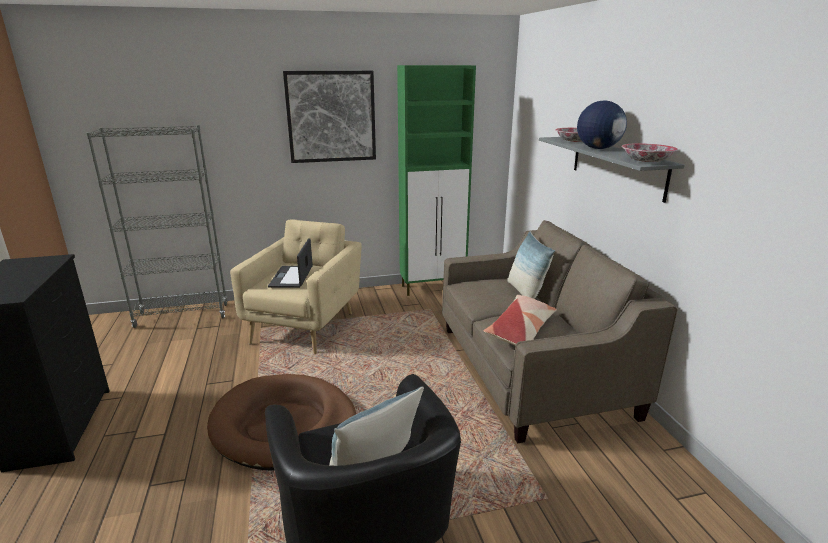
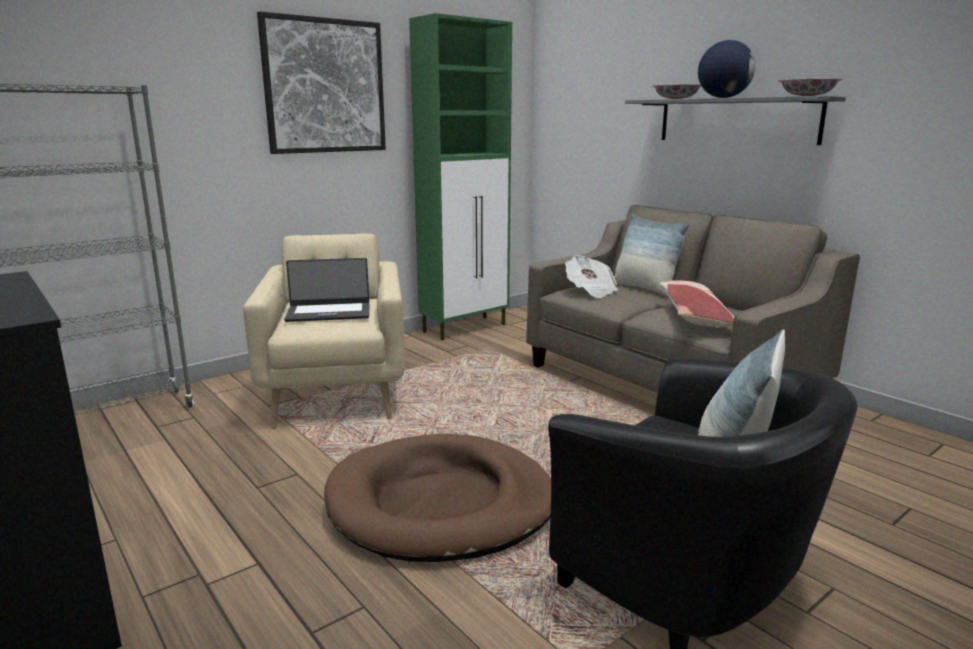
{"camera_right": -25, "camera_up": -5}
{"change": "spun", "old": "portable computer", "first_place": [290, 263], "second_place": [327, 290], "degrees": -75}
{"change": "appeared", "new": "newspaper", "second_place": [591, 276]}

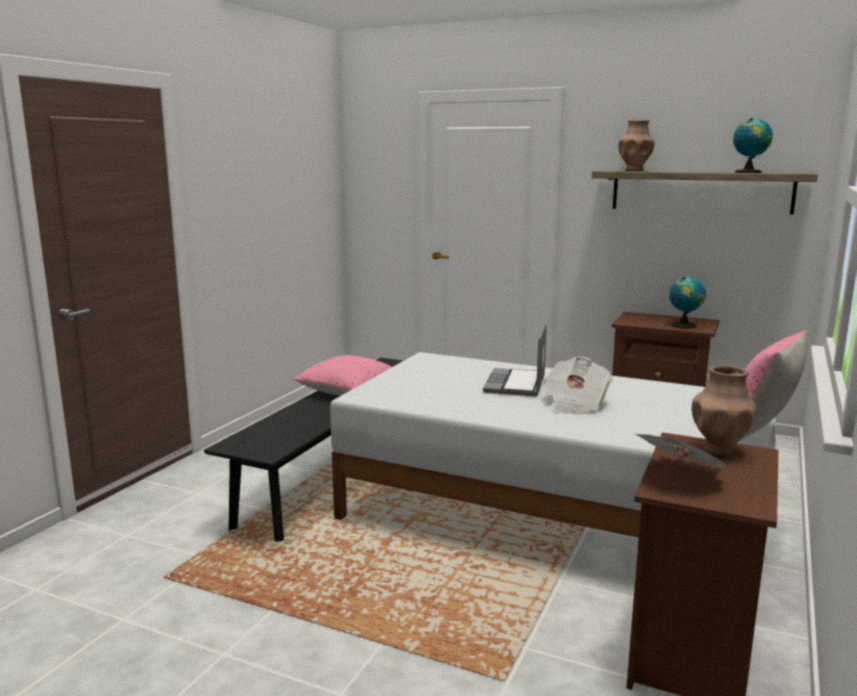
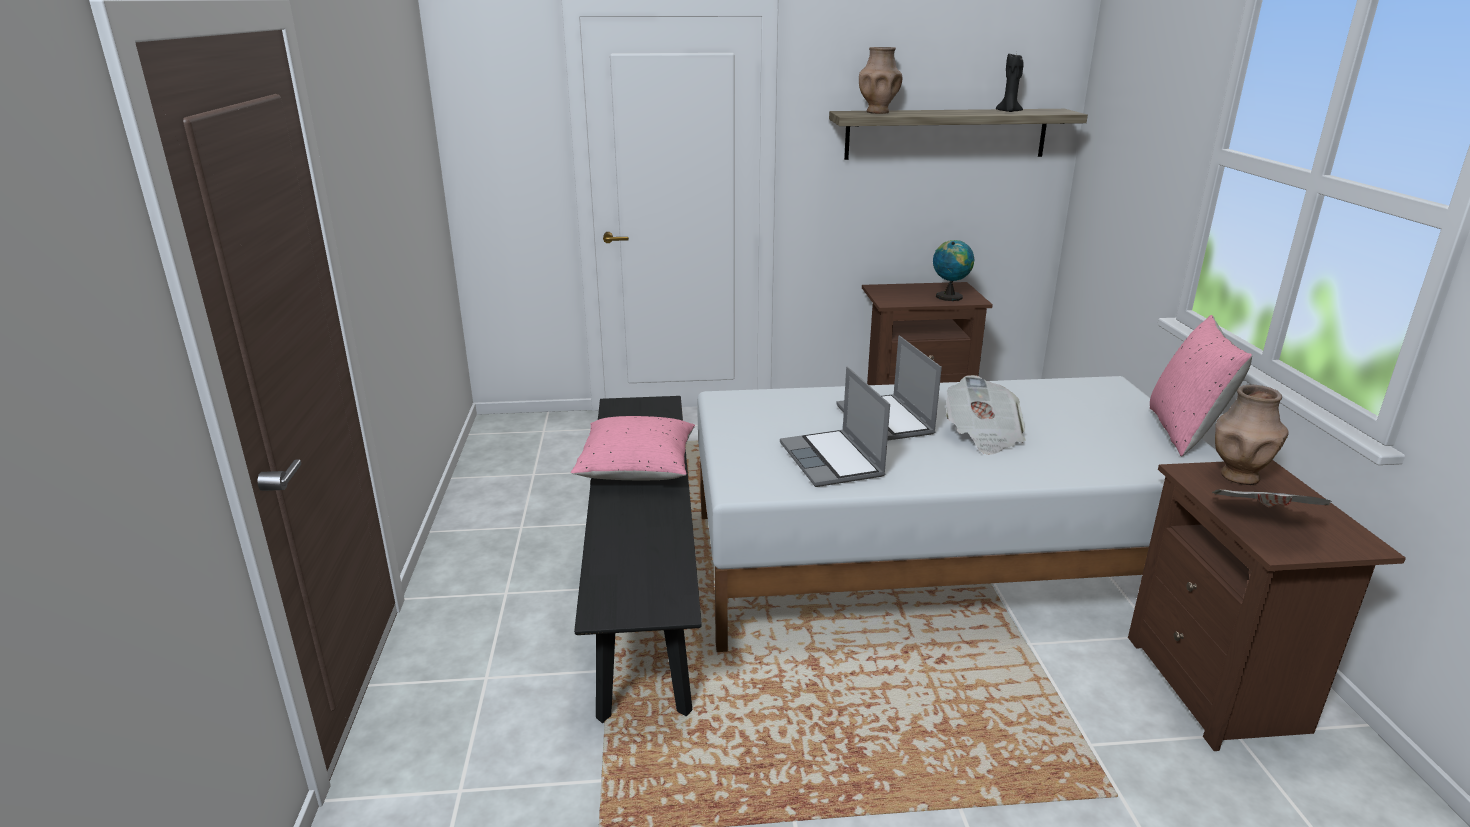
{"camera_right": -30, "camera_up": 10}
{"change": "appeared", "new": "portable computer", "second_place": [835, 427]}
{"change": "exchanged", "old": "world globe", "new": "wax candle/black-coloured", "first_place": [753, 145], "second_place": [1010, 82]}

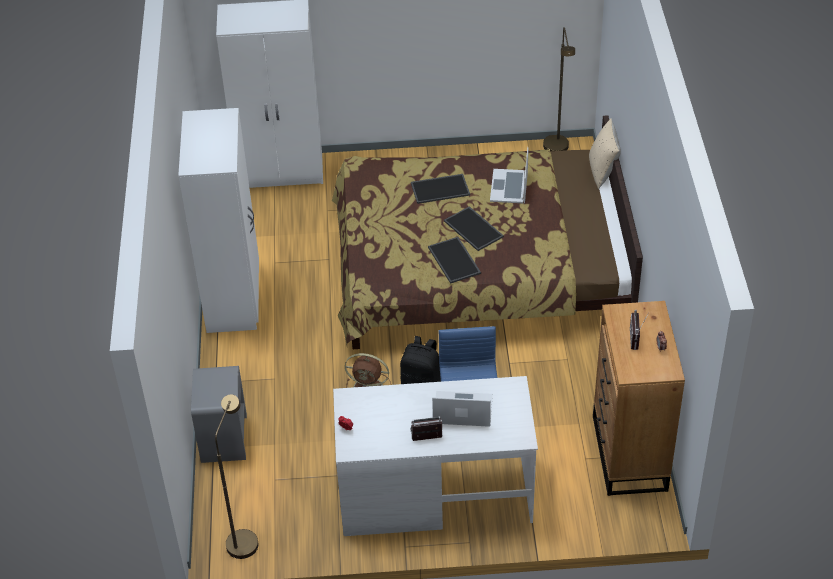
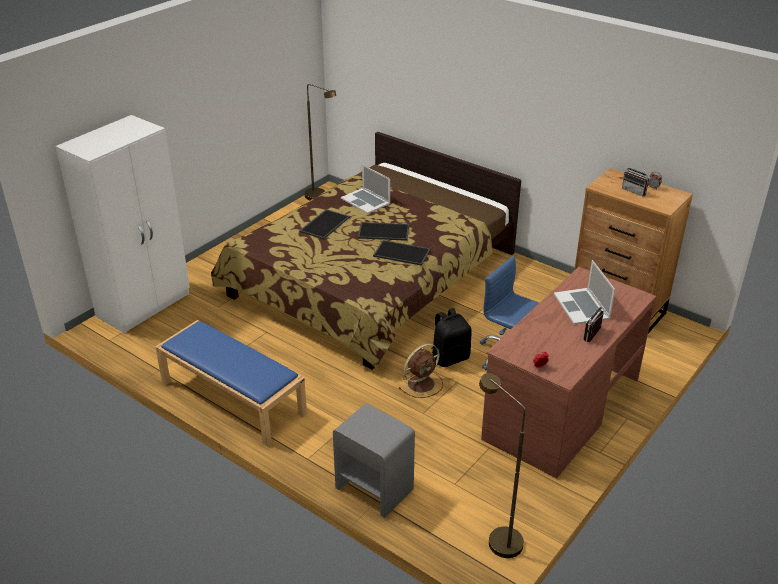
{"camera_right": -50, "camera_up": -10}
{"change": "exchanged", "old": "wardrobe/white", "new": "long seat/blue", "first_place": [218, 220], "second_place": [231, 383]}
{"change": "colour", "old": "desk unit/white", "new": "desk unit/brown-coloured", "first_place": [435, 456], "second_place": [568, 372]}
{"change": "spun", "old": "portable computer", "first_place": [462, 409], "second_place": [584, 292], "degrees": -60}
{"change": "missing", "old": "cushion/beige", "first_place": [605, 153]}

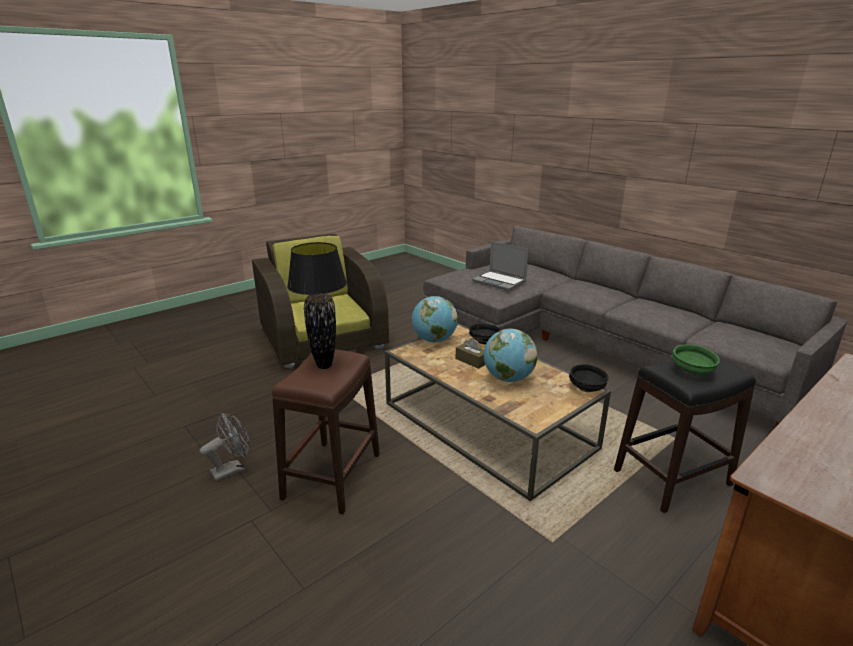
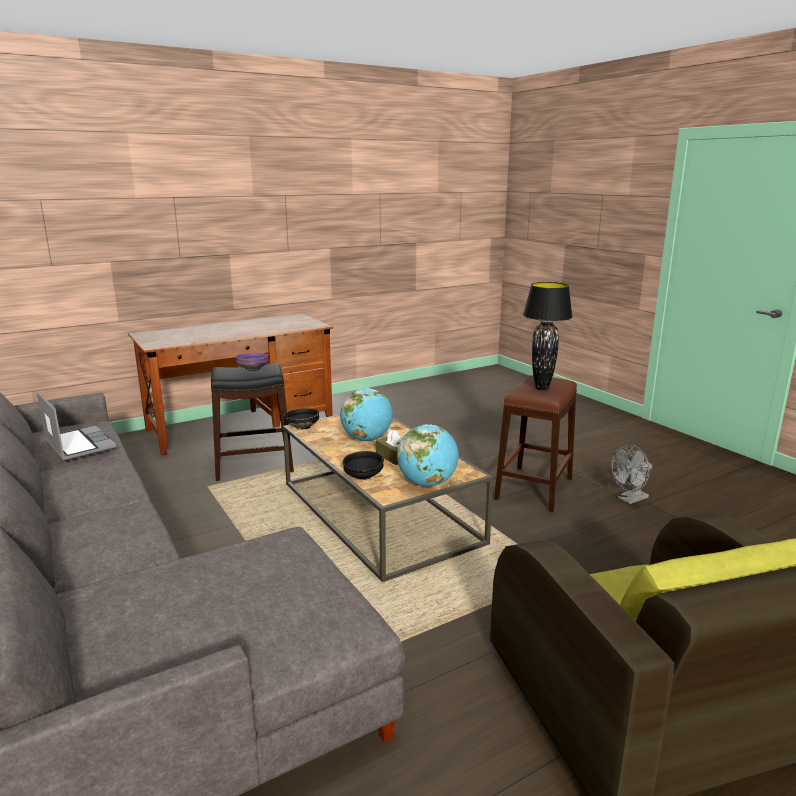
{"camera_right": -170, "camera_up": -5}
{"change": "relocated", "old": "portable computer", "first_place": [500, 266], "second_place": [76, 426]}
{"change": "colour", "old": "bowl/greenish", "new": "bowl/purplish", "first_place": [696, 360], "second_place": [252, 362]}

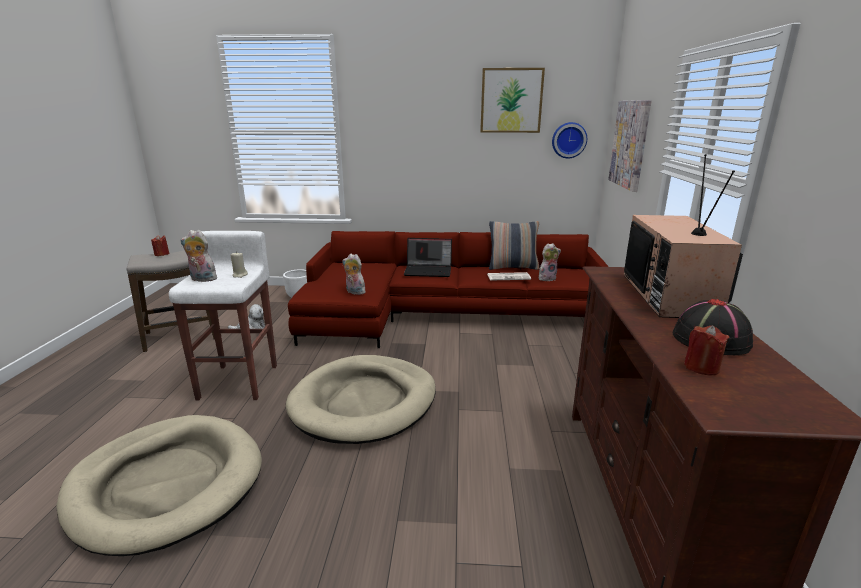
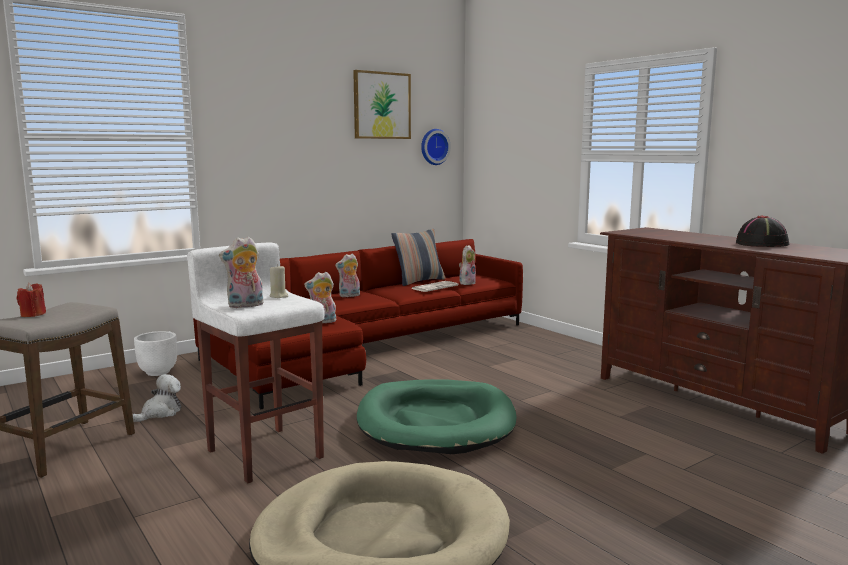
{"camera_right": -40, "camera_up": -10}
{"change": "exchanged", "old": "portable computer", "new": "soft toy", "first_place": [428, 257], "second_place": [347, 275]}
{"change": "colour", "old": "dog bed/beige", "new": "dog bed/greenish", "first_place": [361, 399], "second_place": [436, 416]}
{"change": "missing", "old": "wall picture", "first_place": [630, 146]}
{"change": "missing", "old": "TV", "first_place": [683, 236]}
{"change": "missing", "old": "wax candle/red-coloured", "first_place": [706, 350]}

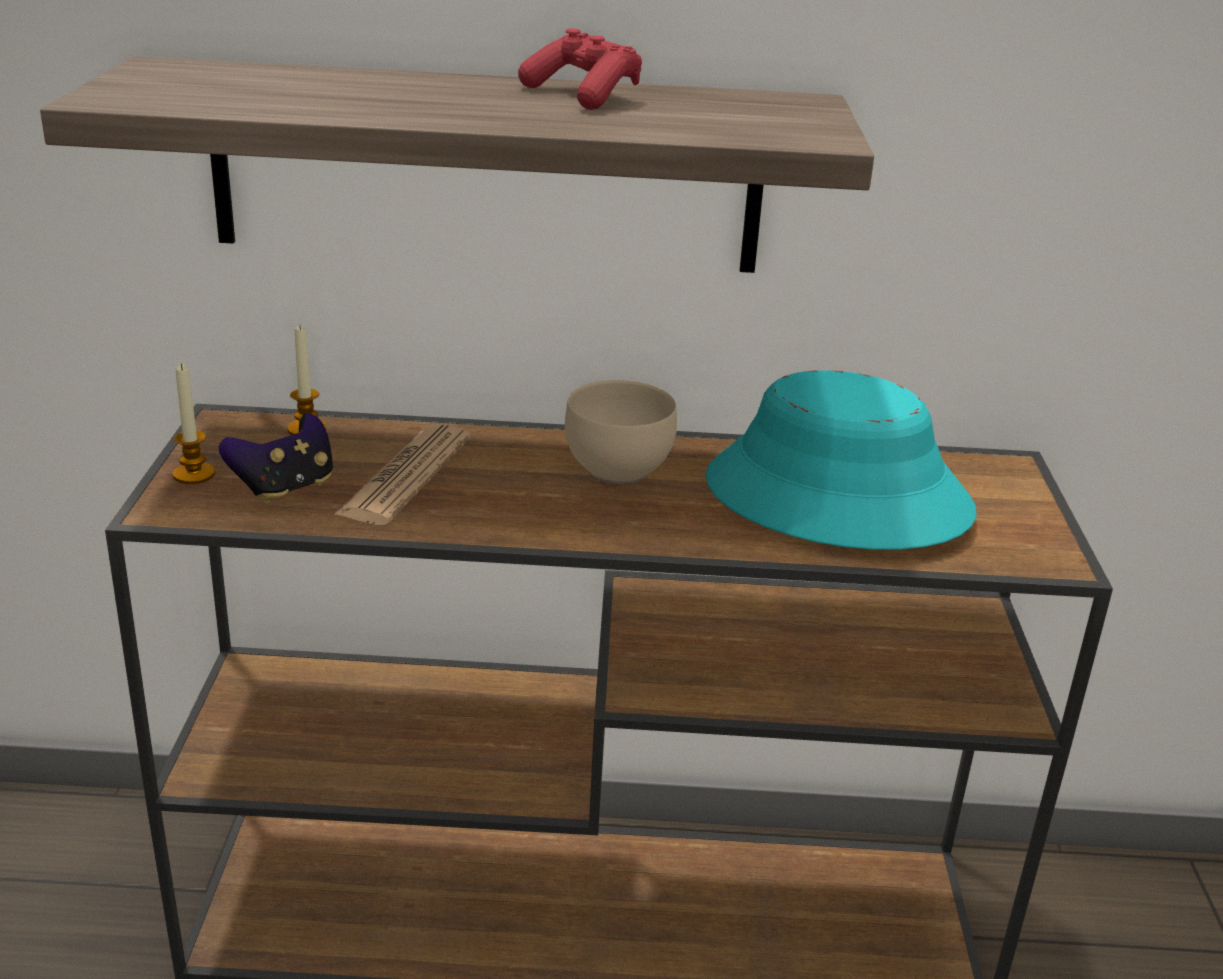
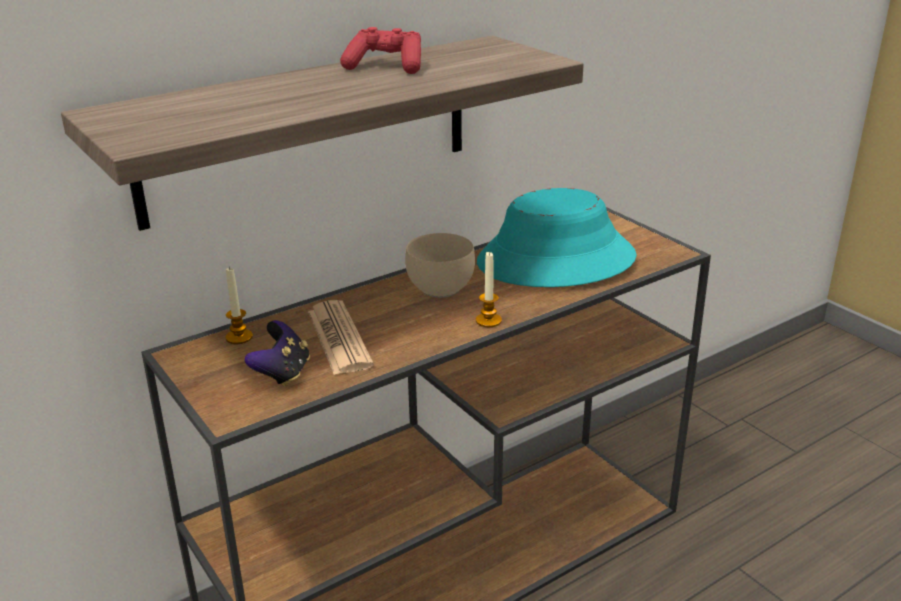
{"camera_right": -35, "camera_up": 0}
{"change": "relocated", "old": "wax candle", "first_place": [194, 423], "second_place": [489, 289]}

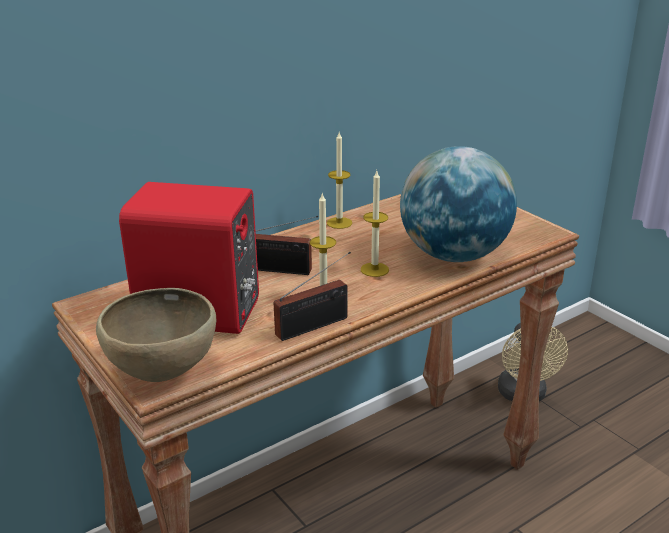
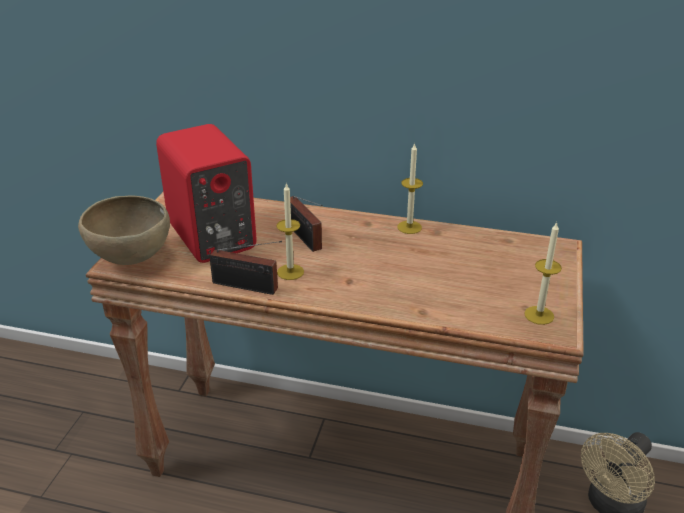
{"camera_right": 50, "camera_up": 5}
{"change": "relocated", "old": "wax candle", "first_place": [375, 224], "second_place": [543, 273]}
{"change": "missing", "old": "world globe", "first_place": [458, 204]}

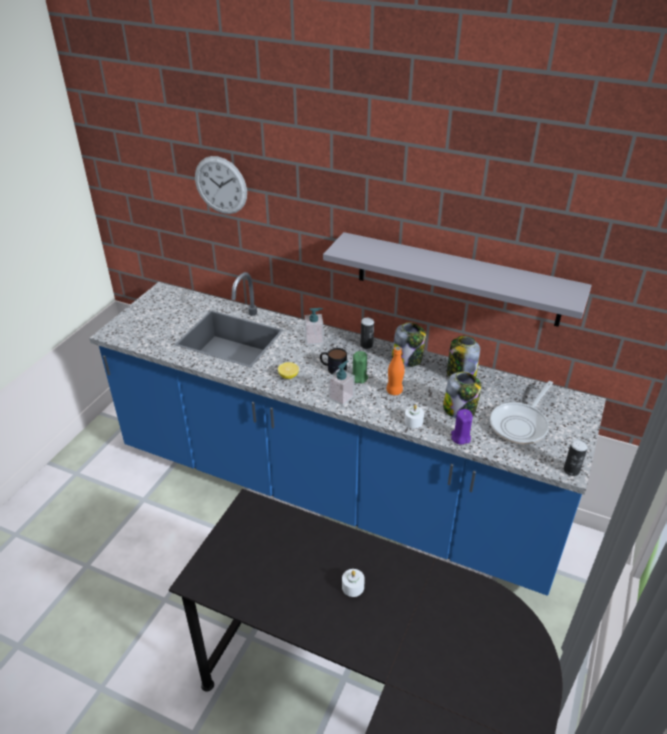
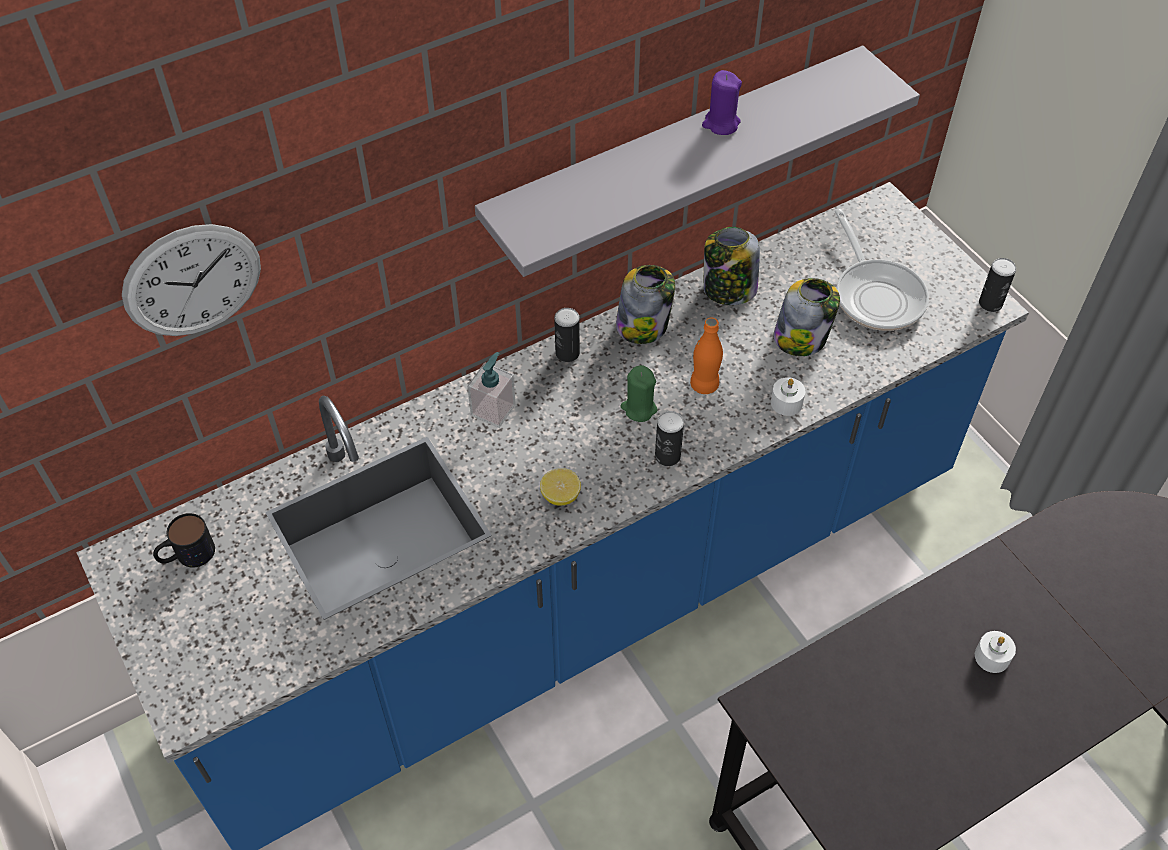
{"camera_right": -55, "camera_up": 15}
{"change": "relocated", "old": "coffee mug", "first_place": [333, 361], "second_place": [184, 540]}
{"change": "exchanged", "old": "soap dispenser", "new": "can", "first_place": [341, 383], "second_place": [669, 438]}
{"change": "relocated", "old": "wax candle/purplish", "first_place": [462, 427], "second_place": [722, 102]}

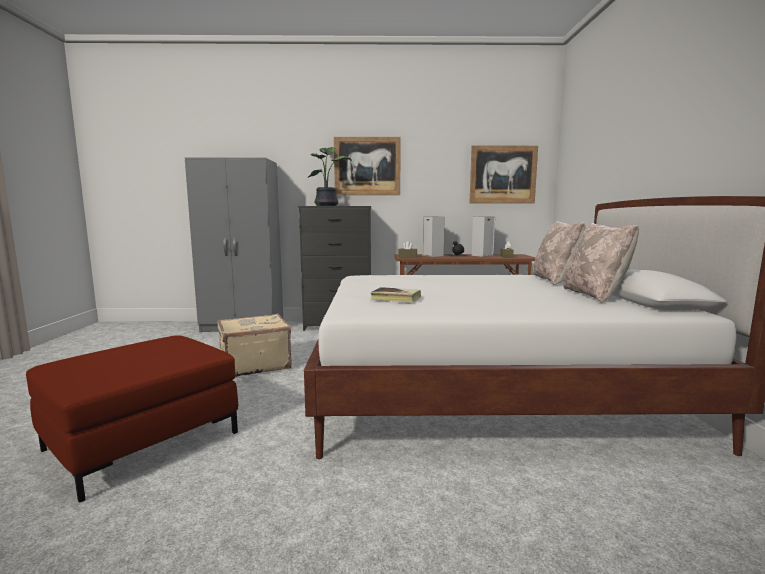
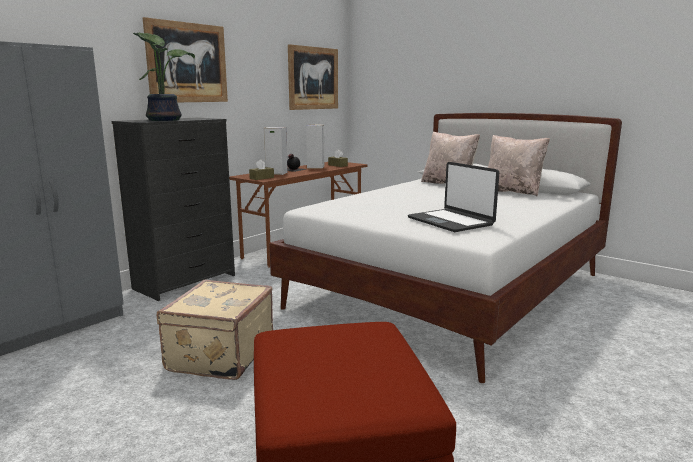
{"camera_right": -50, "camera_up": 5}
{"change": "exchanged", "old": "bound book", "new": "portable computer", "first_place": [396, 295], "second_place": [453, 197]}

